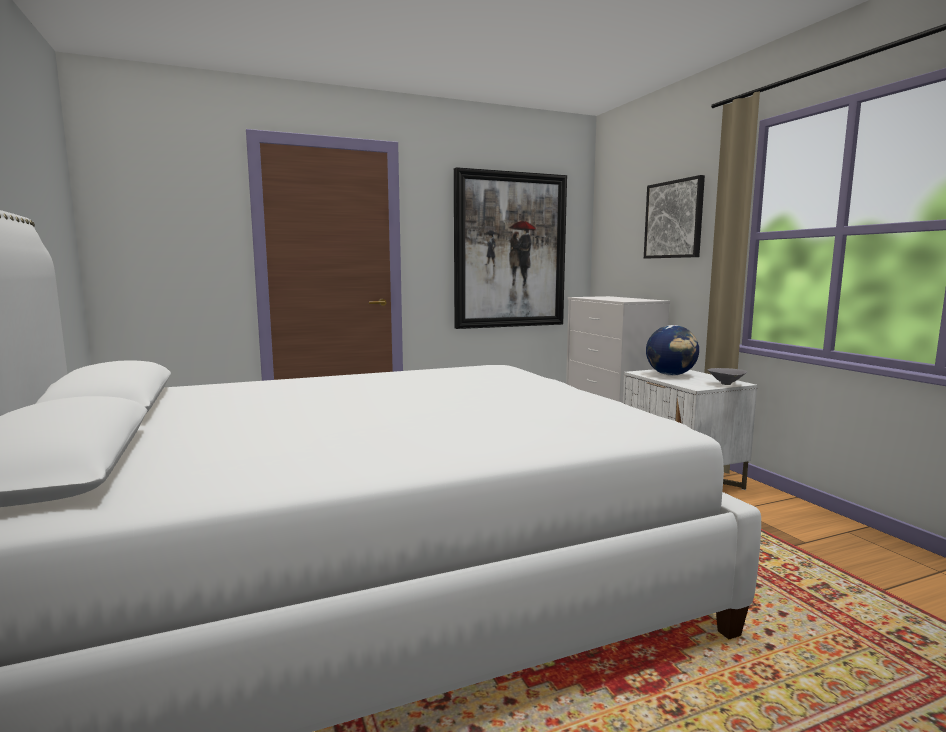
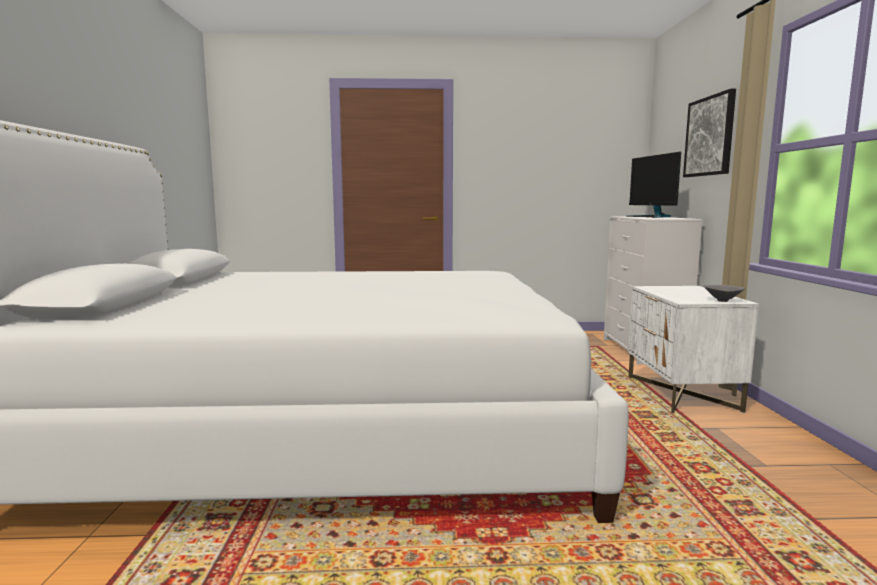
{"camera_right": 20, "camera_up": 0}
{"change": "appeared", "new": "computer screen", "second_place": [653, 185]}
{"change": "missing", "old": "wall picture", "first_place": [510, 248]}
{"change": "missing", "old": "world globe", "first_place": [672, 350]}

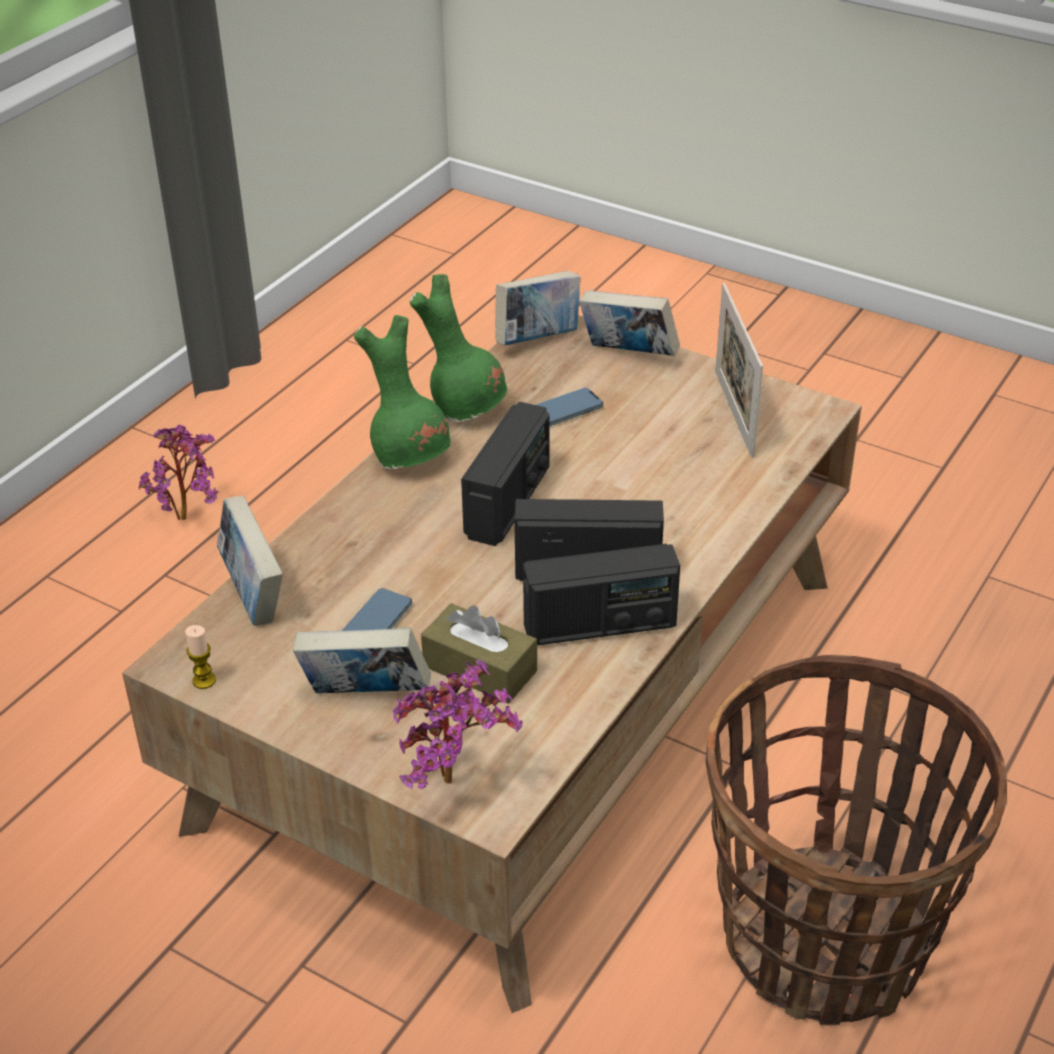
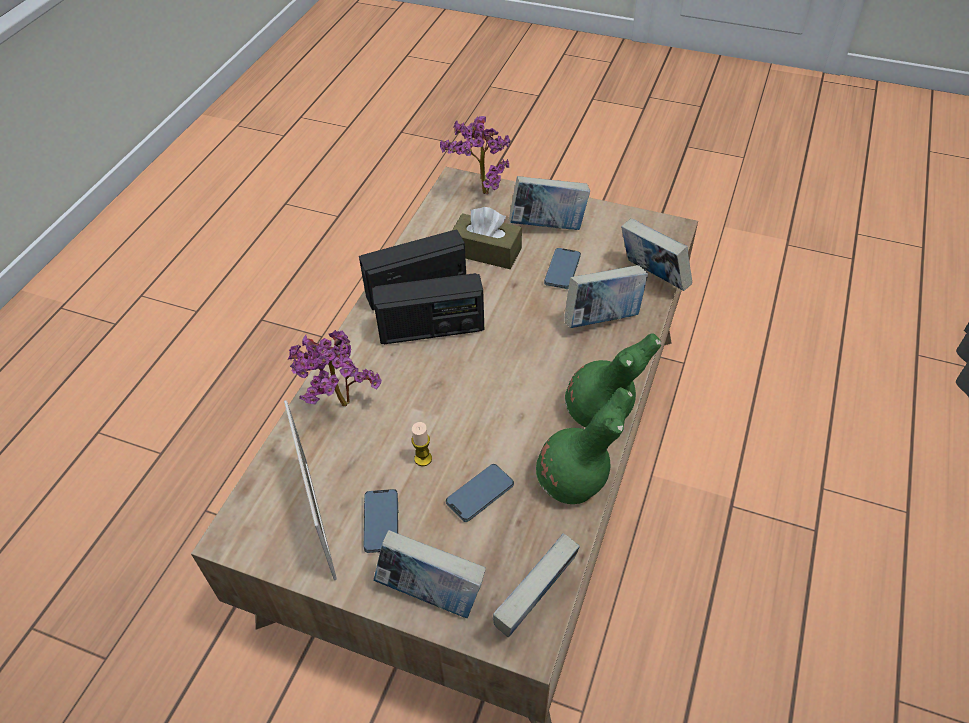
{"camera_right": 170, "camera_up": 10}
{"change": "relocated", "old": "houseplant", "first_place": [179, 472], "second_place": [335, 368]}
{"change": "appeared", "new": "handset", "second_place": [381, 521]}
{"change": "relocated", "old": "wax candle", "first_place": [200, 657], "second_place": [422, 444]}
{"change": "appeared", "new": "bound book", "second_place": [606, 296]}
{"change": "missing", "old": "radio receiver", "first_place": [505, 474]}
{"change": "missing", "old": "household basket", "first_place": [856, 840]}

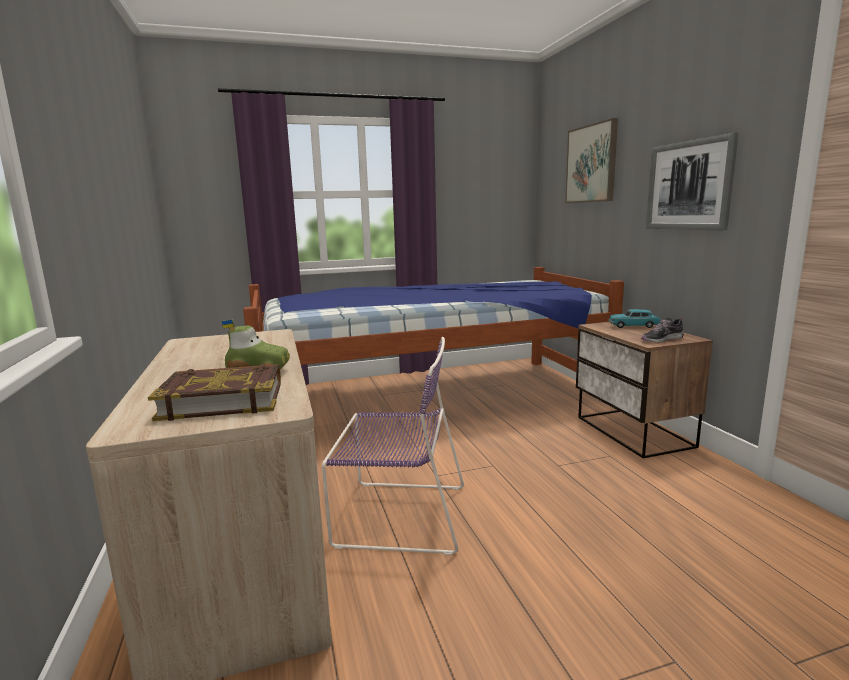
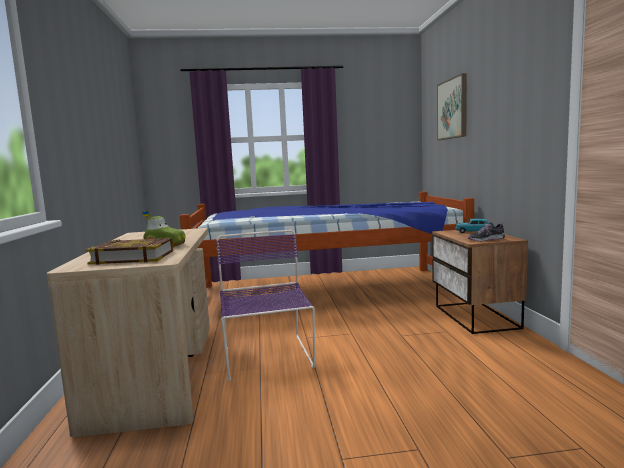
{"camera_right": 10, "camera_up": -5}
{"change": "spun", "old": "chair/purplish", "first_place": [393, 446], "second_place": [265, 305], "degrees": -120}
{"change": "missing", "old": "wall picture", "first_place": [692, 181]}

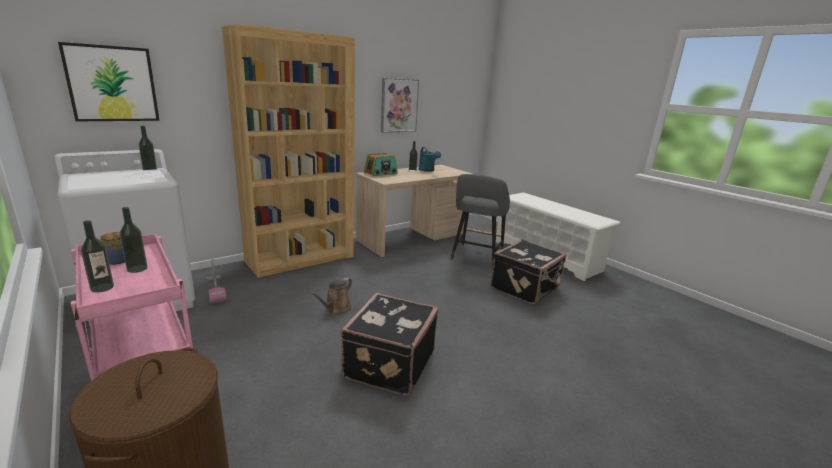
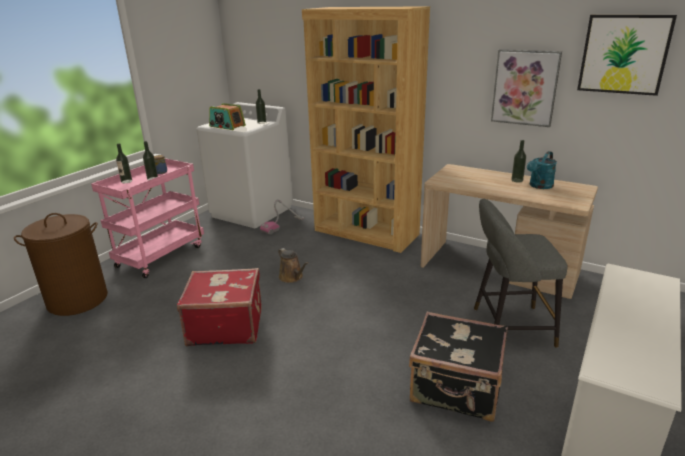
{"camera_right": 70, "camera_up": 5}
{"change": "colour", "old": "piece of luggage/black-coloured", "new": "piece of luggage/red-coloured", "first_place": [389, 344], "second_place": [219, 307]}
{"change": "relocated", "old": "radio receiver", "first_place": [381, 164], "second_place": [227, 116]}
{"change": "spun", "old": "watering can/brown-coloured", "first_place": [331, 296], "second_place": [293, 265], "degrees": -135}
{"change": "relocated", "old": "wall picture", "first_place": [109, 81], "second_place": [627, 55]}

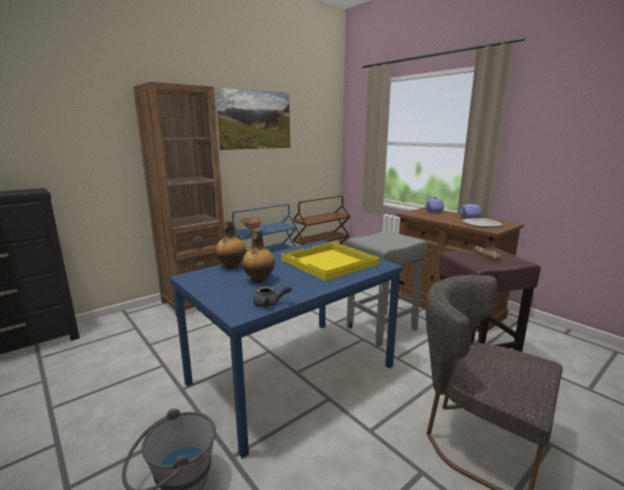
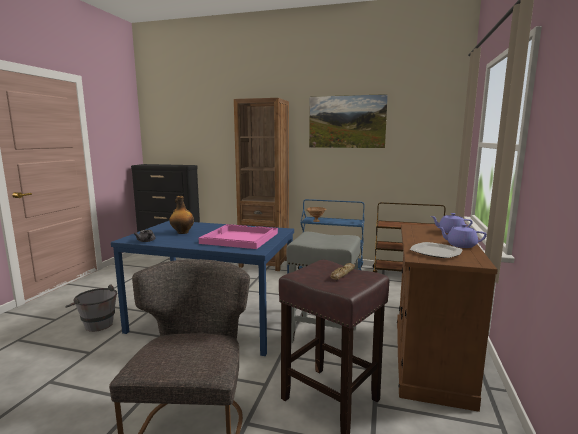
{"camera_right": 55, "camera_up": -5}
{"change": "colour", "old": "serving tray/yellowish", "new": "serving tray/pink", "first_place": [330, 261], "second_place": [238, 236]}
{"change": "missing", "old": "beverage bottle", "first_place": [230, 244]}

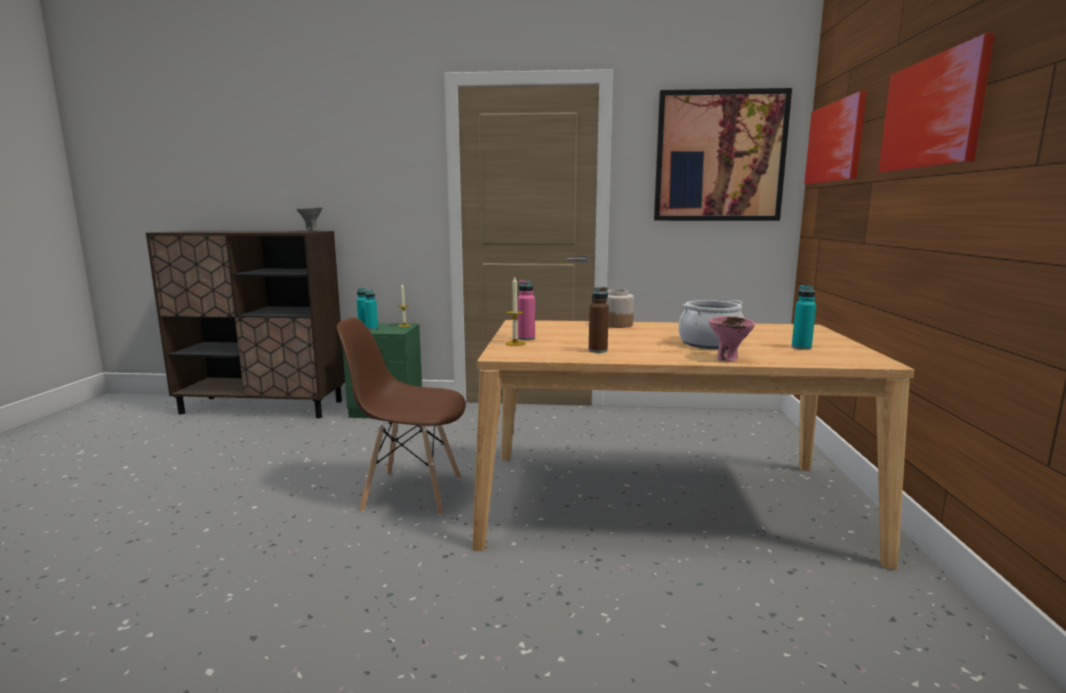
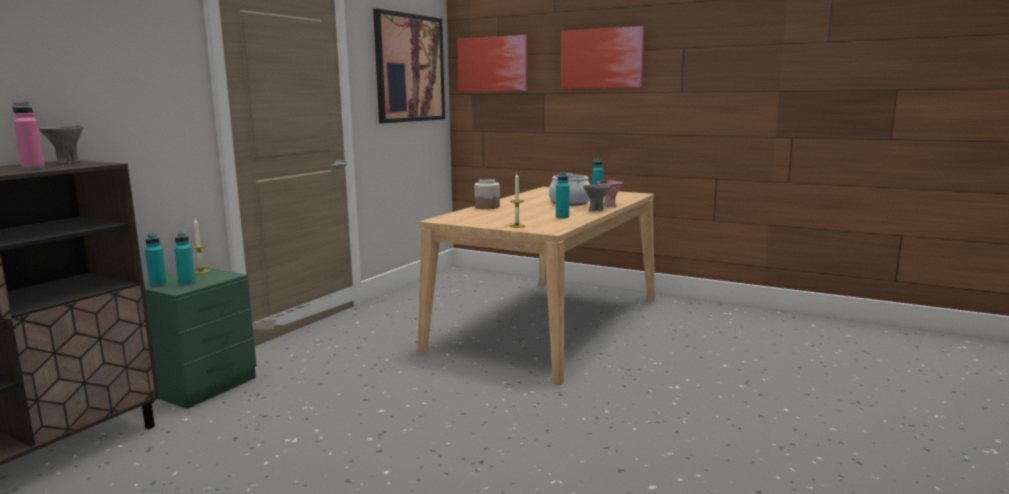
{"camera_right": -65, "camera_up": 0}
{"change": "relocated", "old": "beverage bottle/pink", "first_place": [526, 310], "second_place": [28, 135]}
{"change": "colour", "old": "beverage bottle/brown-coloured", "new": "beverage bottle/turquoise-coloured", "first_place": [599, 320], "second_place": [563, 195]}
{"change": "appeared", "new": "bowl/gray", "second_place": [597, 197]}
{"change": "missing", "old": "chair/brown-coloured", "first_place": [401, 417]}

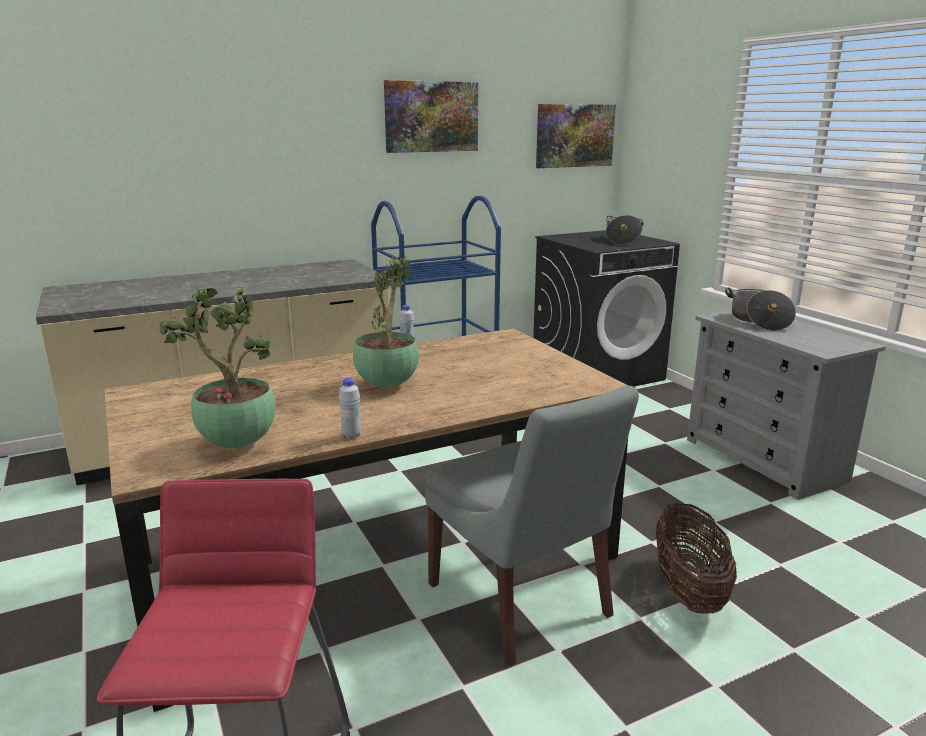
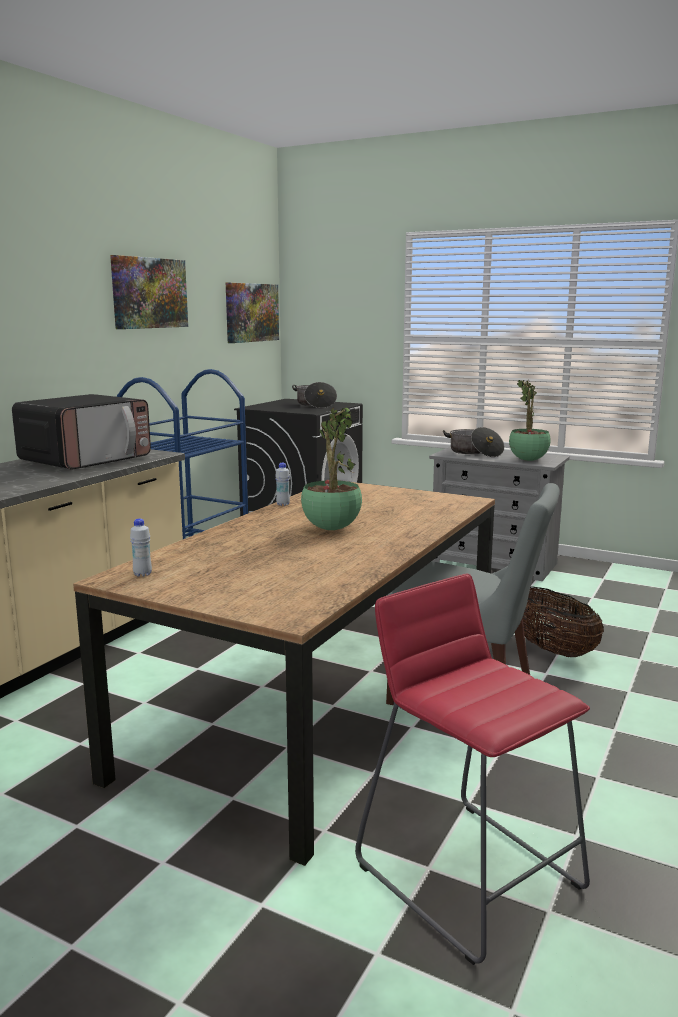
{"camera_right": -35, "camera_up": -5}
{"change": "appeared", "new": "microwave oven", "second_place": [81, 432]}
{"change": "relocated", "old": "beverage bottle/white", "first_place": [350, 408], "second_place": [141, 548]}
{"change": "relocated", "old": "houseplant", "first_place": [218, 367], "second_place": [529, 420]}

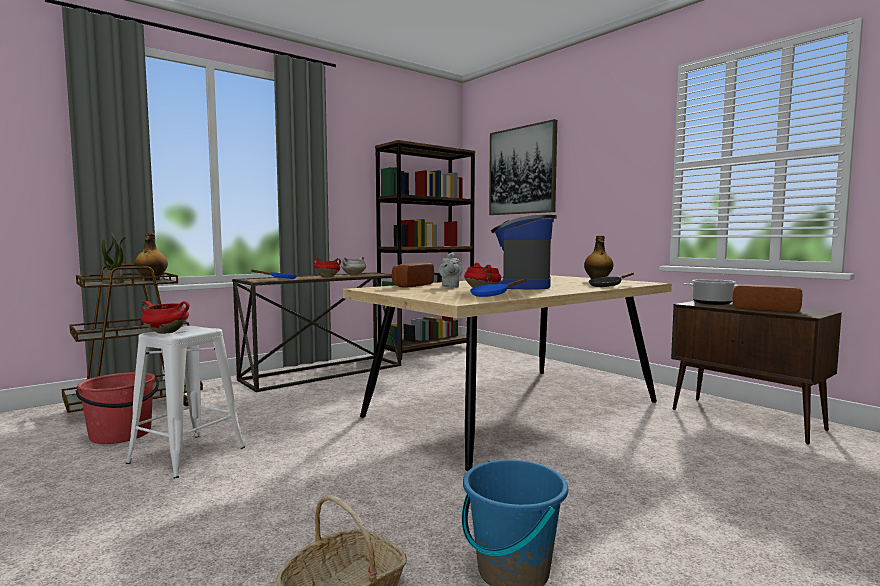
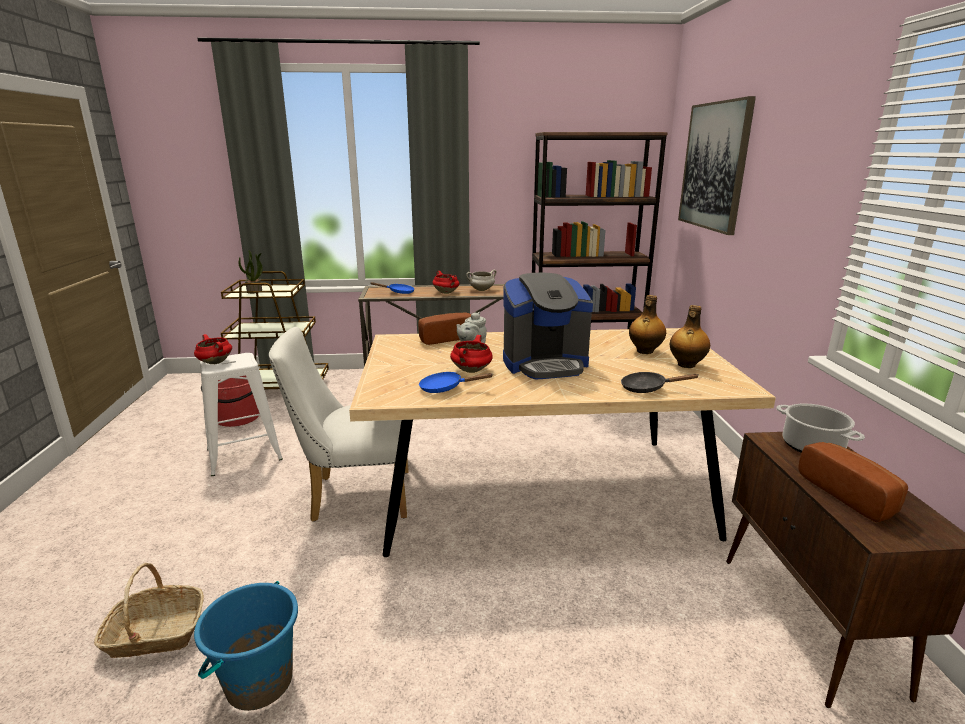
{"camera_right": 35, "camera_up": 15}
{"change": "appeared", "new": "chair/white", "second_place": [339, 424]}
{"change": "spun", "old": "coffee brewer", "first_place": [524, 252], "second_place": [548, 326], "degrees": -150}
{"change": "relocated", "old": "beverage bottle", "first_place": [151, 257], "second_place": [647, 324]}

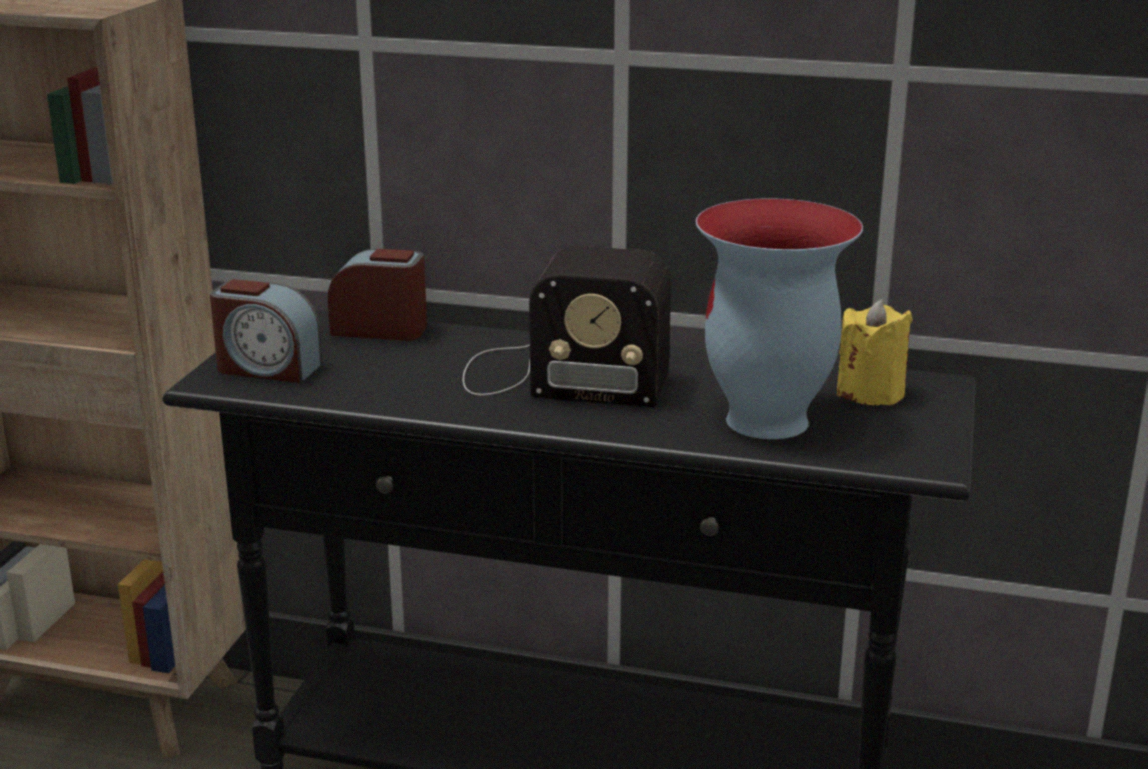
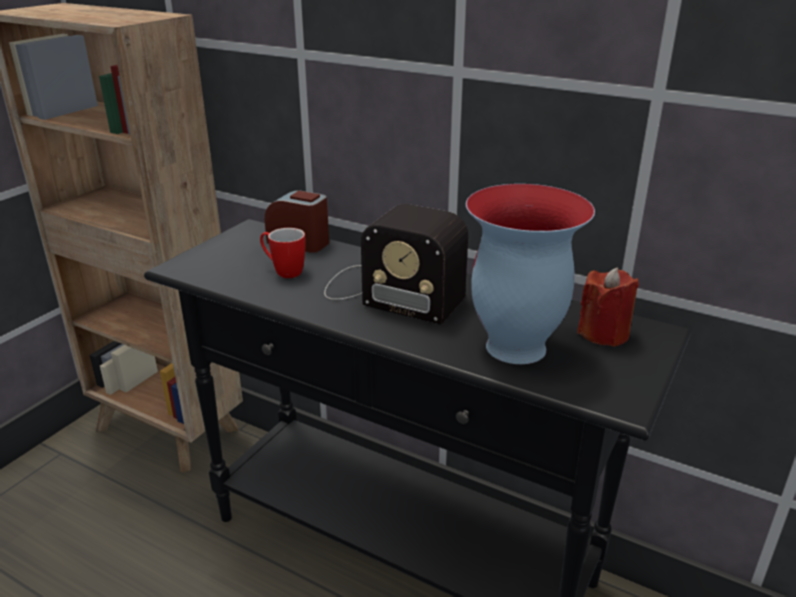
{"camera_right": 15, "camera_up": 5}
{"change": "appeared", "new": "coffee mug", "second_place": [282, 253]}
{"change": "colour", "old": "wax candle/yellowish", "new": "wax candle/red-coloured", "first_place": [875, 352], "second_place": [608, 307]}
{"change": "missing", "old": "alarm clock", "first_place": [266, 331]}

